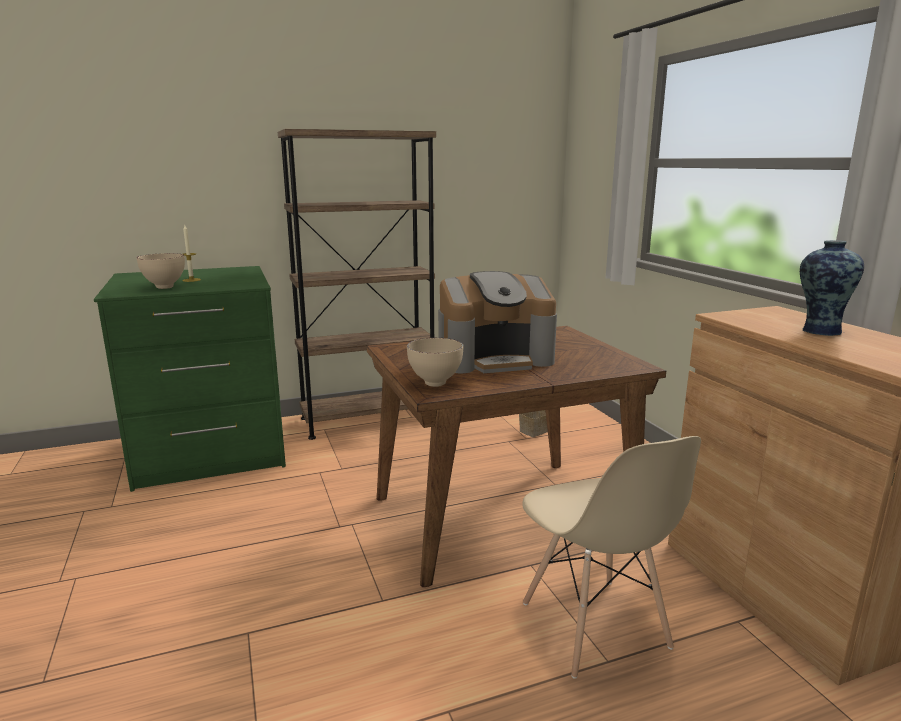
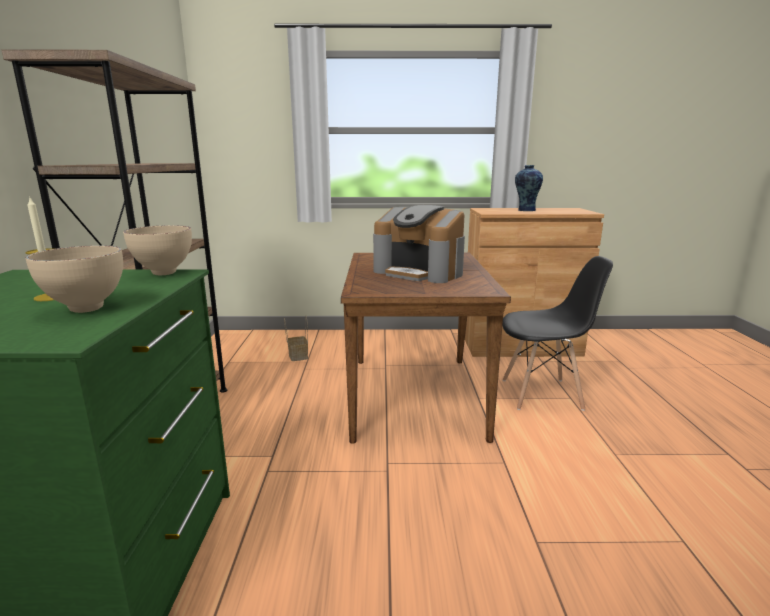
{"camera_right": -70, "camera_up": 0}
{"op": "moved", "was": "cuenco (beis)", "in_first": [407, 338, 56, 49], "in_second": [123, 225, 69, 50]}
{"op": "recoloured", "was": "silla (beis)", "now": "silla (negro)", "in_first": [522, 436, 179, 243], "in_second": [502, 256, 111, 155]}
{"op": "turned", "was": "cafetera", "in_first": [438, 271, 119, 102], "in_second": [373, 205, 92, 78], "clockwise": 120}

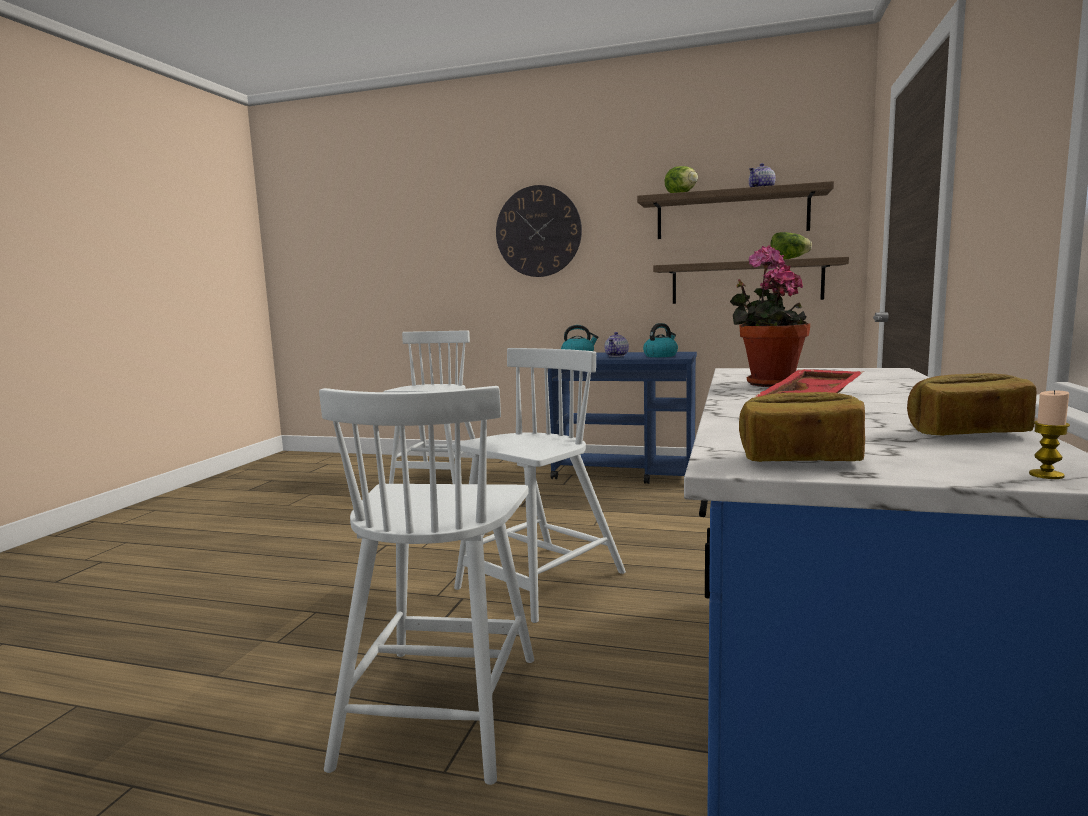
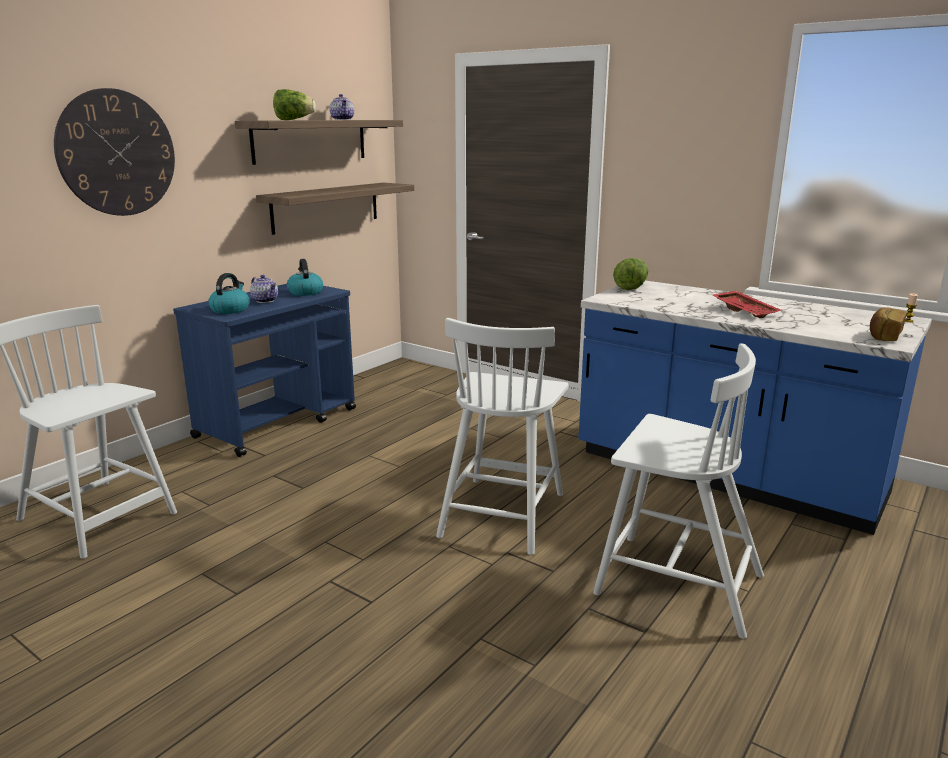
{"camera_right": -70, "camera_up": 10}
{"op": "removed", "was": "planta en maceta", "in_first": [730, 245, 80, 142]}
{"op": "removed", "was": "pan", "in_first": [907, 373, 129, 63]}
{"op": "moved", "was": "lechuga", "in_first": [770, 232, 42, 27], "in_second": [613, 258, 35, 32]}
{"op": "turned", "was": "silla (blanco)", "in_first": [452, 348, 174, 275], "in_second": [436, 318, 132, 237], "clockwise": -135}

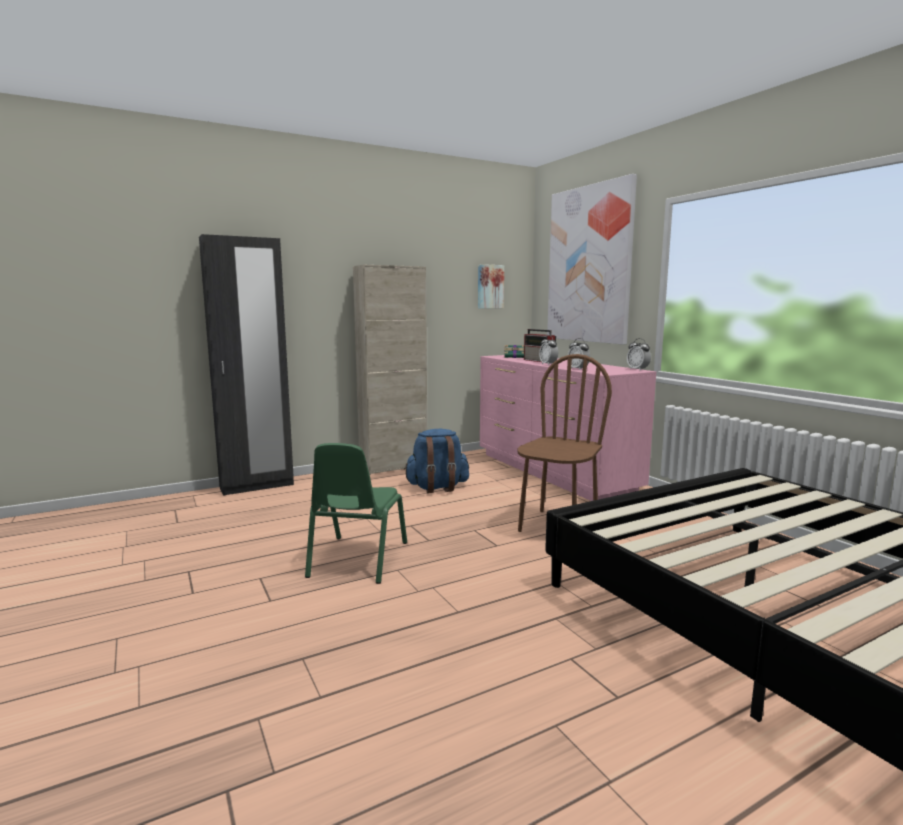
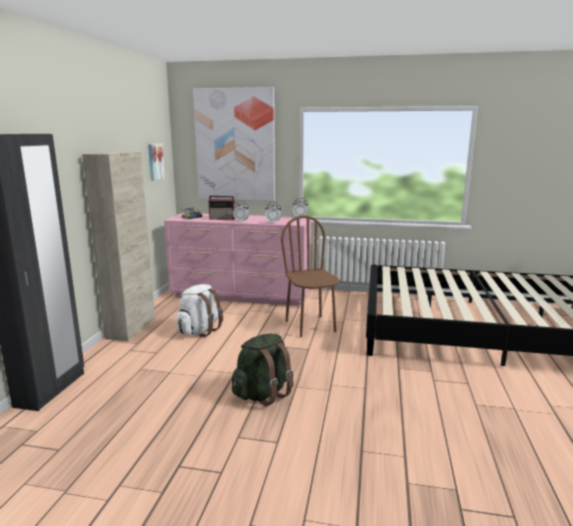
{"camera_right": -50, "camera_up": 5}
{"op": "replaced", "was": "silla (verde)", "now": "mochila (verde)", "in_first": [305, 443, 102, 141], "in_second": [232, 334, 62, 72]}
{"op": "recoloured", "was": "mochila (azul)", "now": "mochila (blanco)", "in_first": [404, 429, 65, 64], "in_second": [176, 284, 47, 53]}

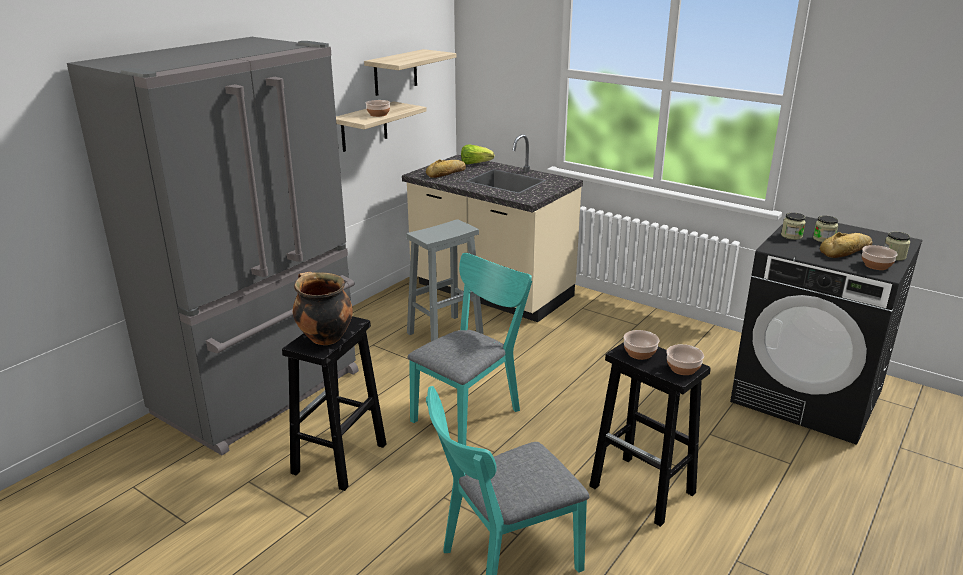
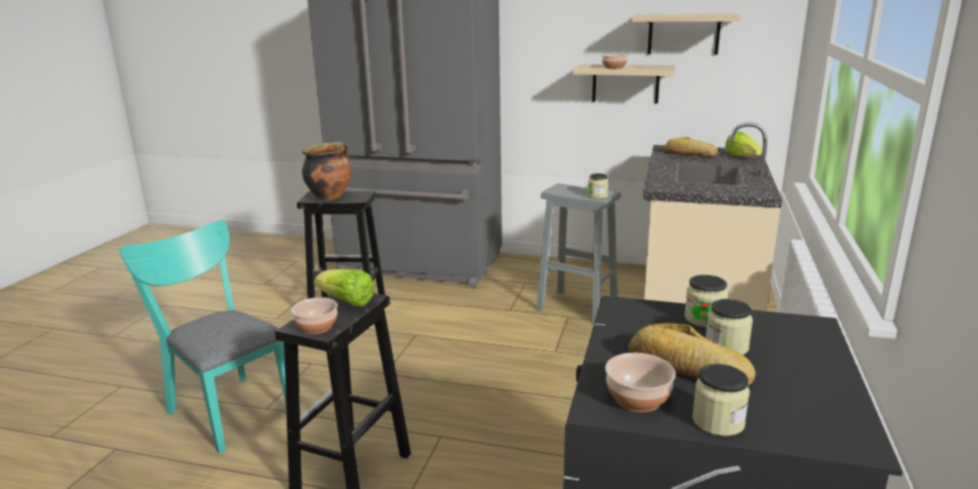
{"camera_right": 70, "camera_up": -5}
{"op": "removed", "was": "silla (turquesa)", "in_first": [407, 253, 125, 192]}
{"op": "added", "now": "tarro", "in_second": [588, 173, 21, 26]}
{"op": "replaced", "was": "cuenco", "now": "lechuga", "in_first": [623, 330, 36, 30], "in_second": [314, 269, 60, 38]}

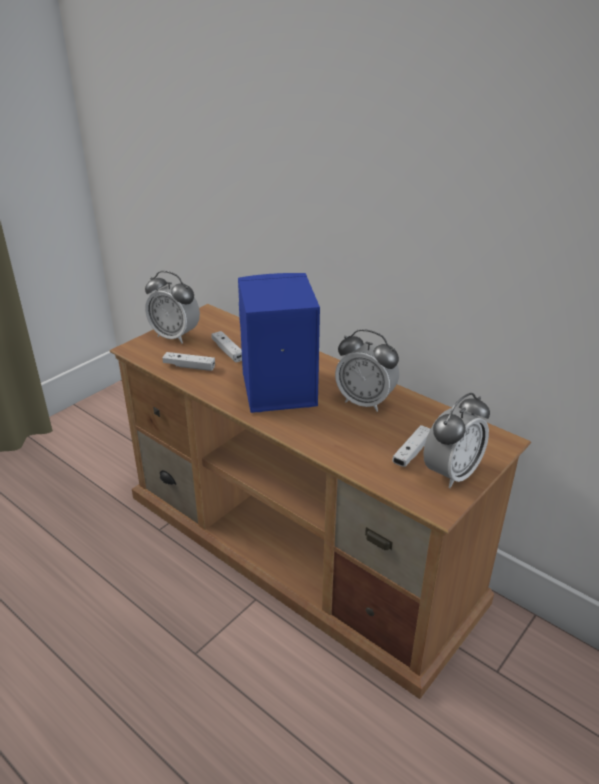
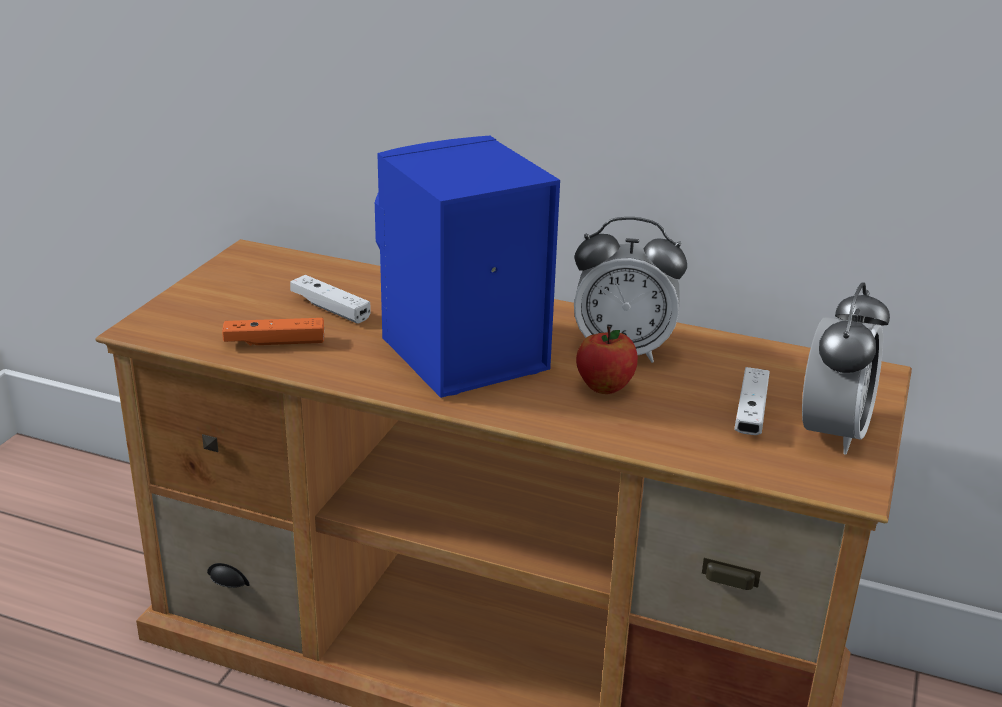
{"camera_right": -20, "camera_up": -5}
{"op": "removed", "was": "despertador", "in_first": [145, 271, 55, 73]}
{"op": "added", "now": "manzana", "in_second": [576, 326, 62, 68]}
{"op": "recoloured", "was": "mando de consola (blanco)", "now": "mando de consola (naranja)", "in_first": [163, 352, 52, 19], "in_second": [222, 318, 102, 28]}

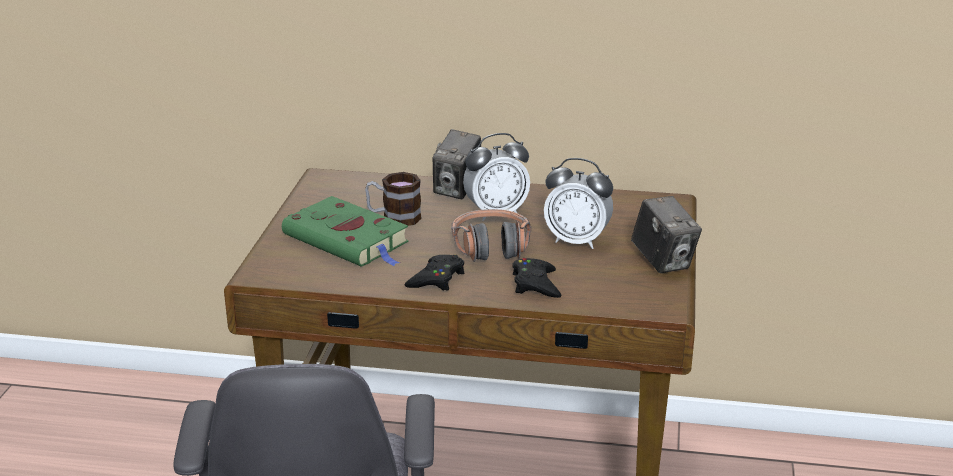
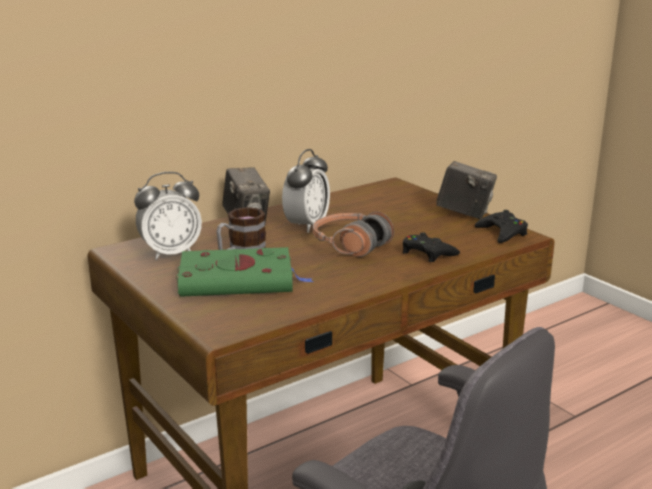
{"camera_right": -45, "camera_up": -5}
{"op": "moved", "was": "mando de consola (negro)", "in_first": [405, 255, 59, 36], "in_second": [475, 210, 53, 33]}
{"op": "moved", "was": "despertador", "in_first": [544, 158, 69, 91], "in_second": [134, 172, 68, 88]}

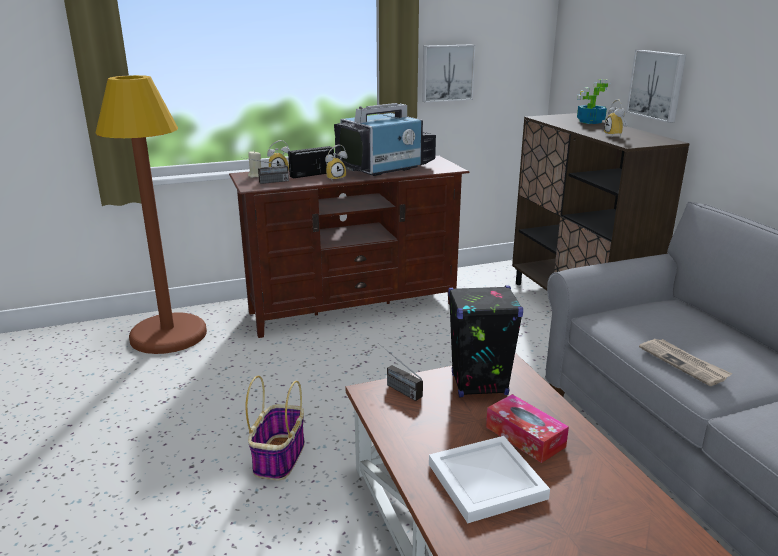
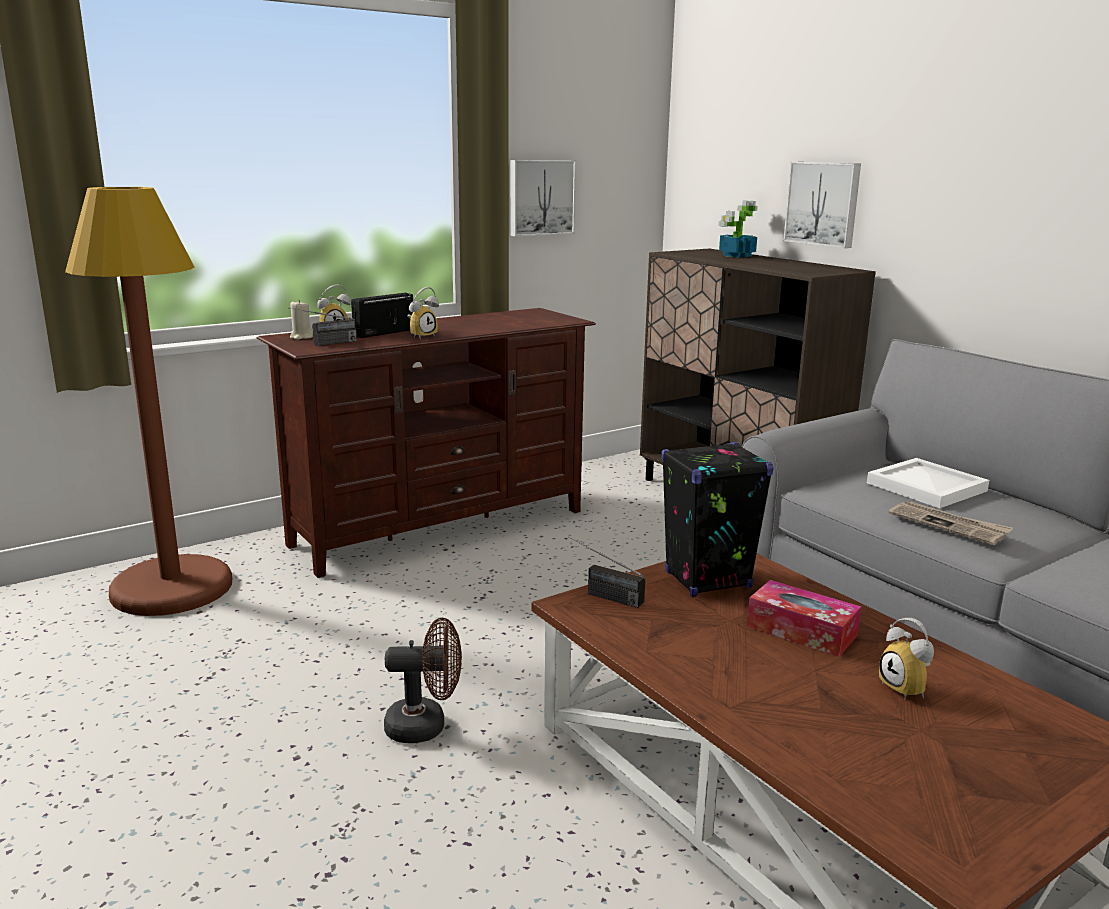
{"camera_right": -15, "camera_up": -5}
{"op": "removed", "was": "televisor", "in_first": [334, 103, 102, 73]}
{"op": "moved", "was": "bandeja (blanco)", "in_first": [429, 436, 121, 87], "in_second": [867, 458, 122, 50]}
{"op": "moved", "was": "despertador", "in_first": [604, 99, 24, 39], "in_second": [879, 618, 55, 82]}
{"op": "replaced", "was": "cesta", "now": "ventilador (marrón)", "in_first": [245, 376, 60, 104], "in_second": [384, 618, 78, 125]}

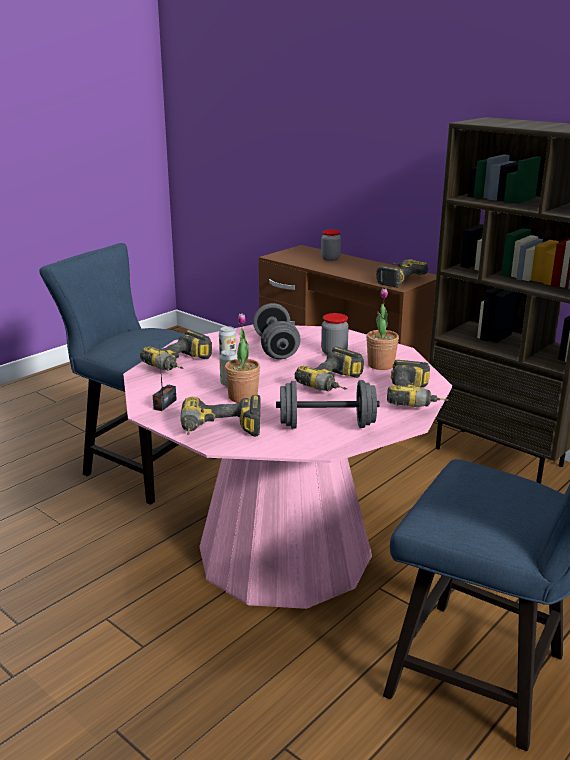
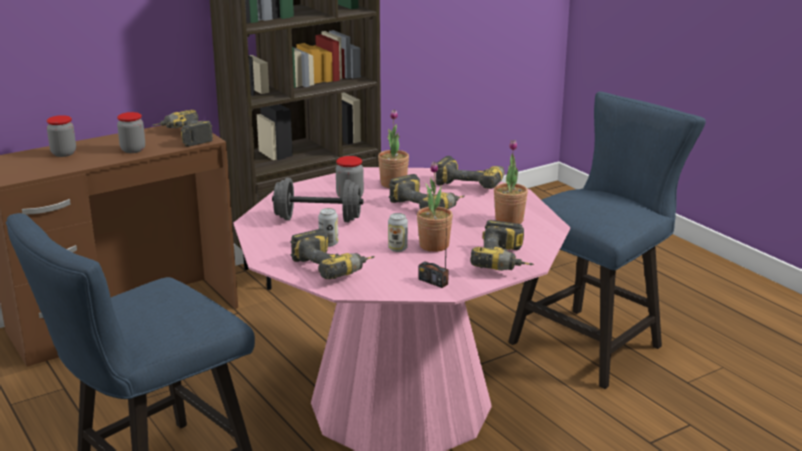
{"camera_right": -75, "camera_up": 0}
{"op": "added", "now": "tarro", "in_second": [117, 112, 28, 41]}
{"op": "replaced", "was": "mancuerna (gris)", "now": "planta en maceta", "in_first": [276, 380, 103, 49], "in_second": [494, 140, 34, 84]}

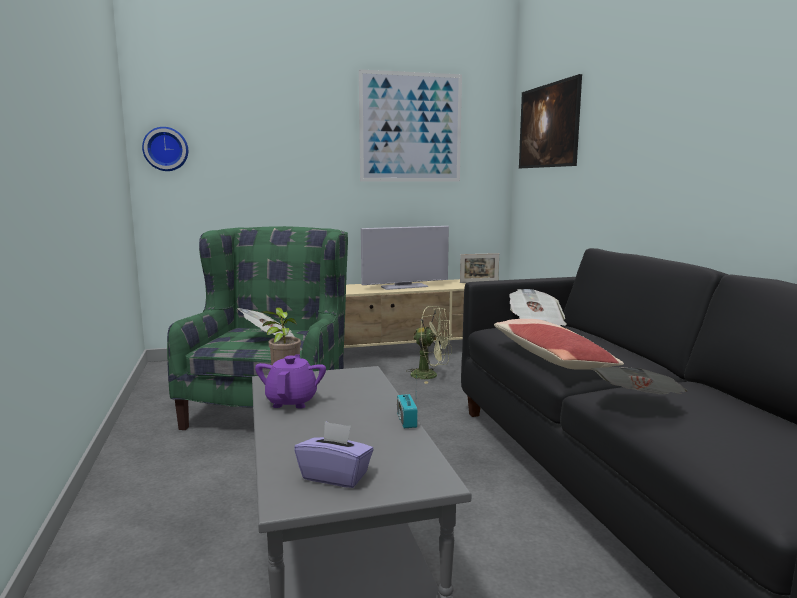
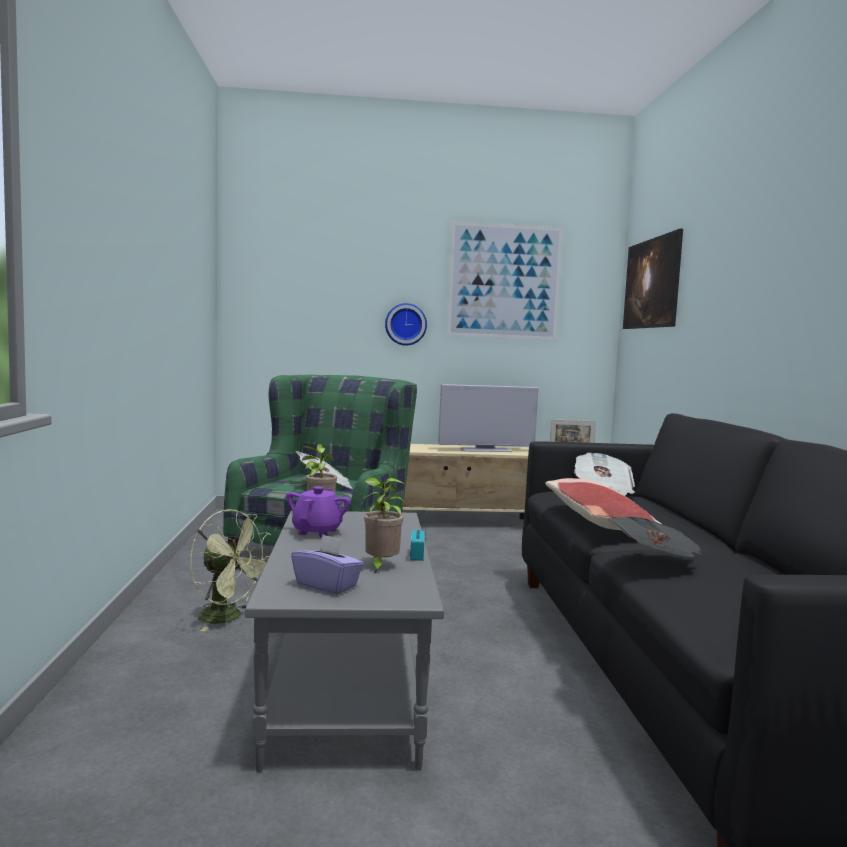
{"camera_right": 10, "camera_up": -5}
{"op": "added", "now": "planta en maceta", "in_second": [364, 478, 41, 95]}
{"op": "moved", "was": "reloj de pared", "in_first": [142, 127, 46, 44], "in_second": [385, 303, 42, 43]}
{"op": "moved", "was": "ventilador (verde)", "in_first": [406, 306, 46, 78], "in_second": [190, 509, 81, 122]}

